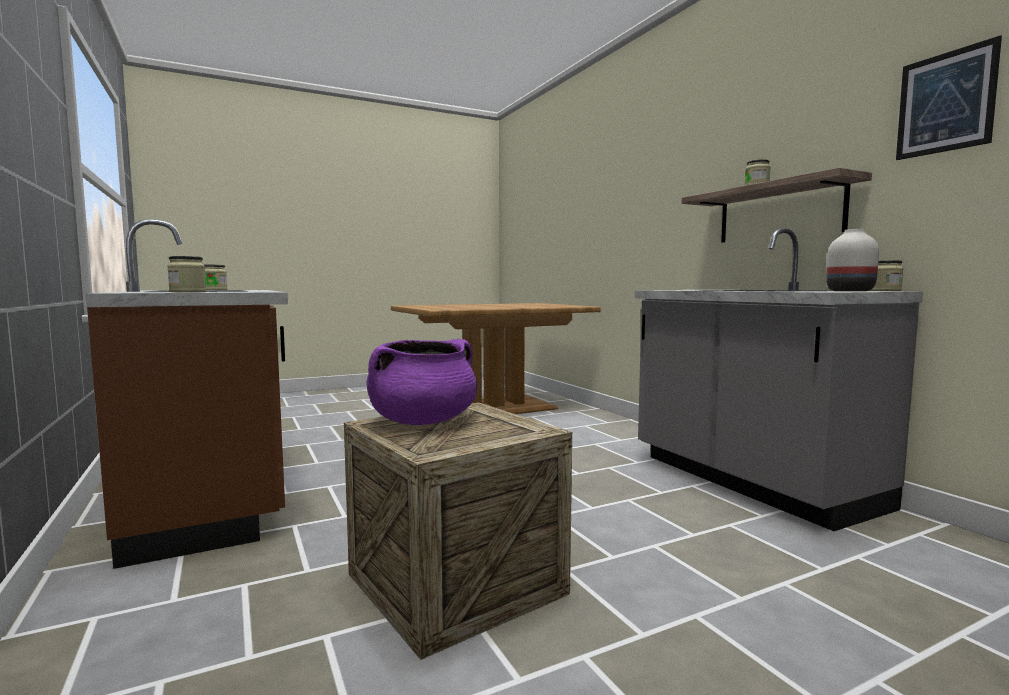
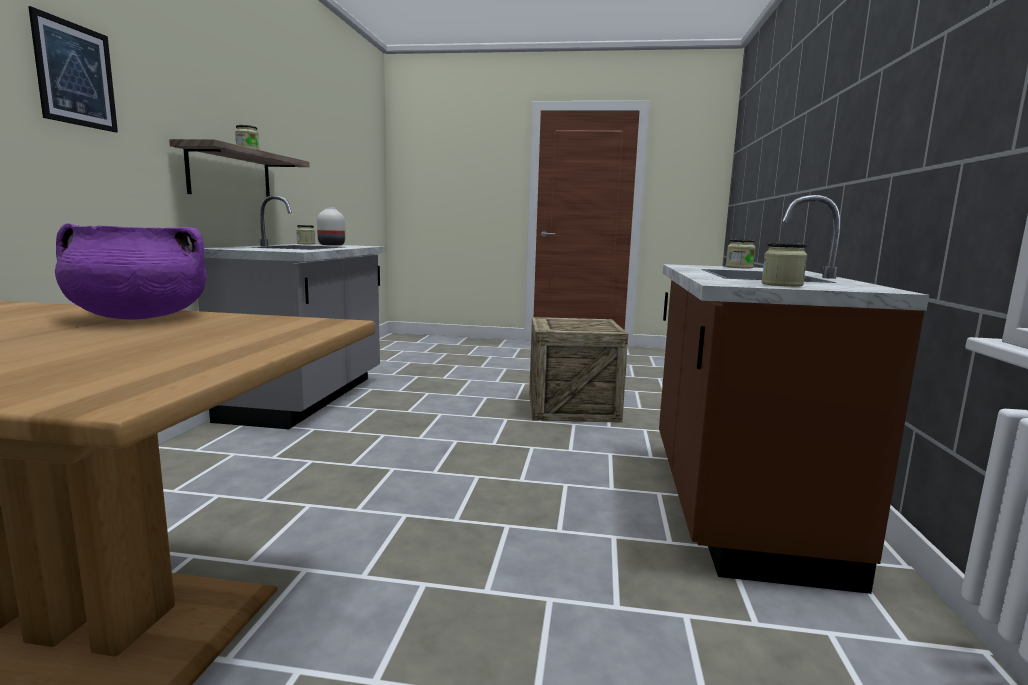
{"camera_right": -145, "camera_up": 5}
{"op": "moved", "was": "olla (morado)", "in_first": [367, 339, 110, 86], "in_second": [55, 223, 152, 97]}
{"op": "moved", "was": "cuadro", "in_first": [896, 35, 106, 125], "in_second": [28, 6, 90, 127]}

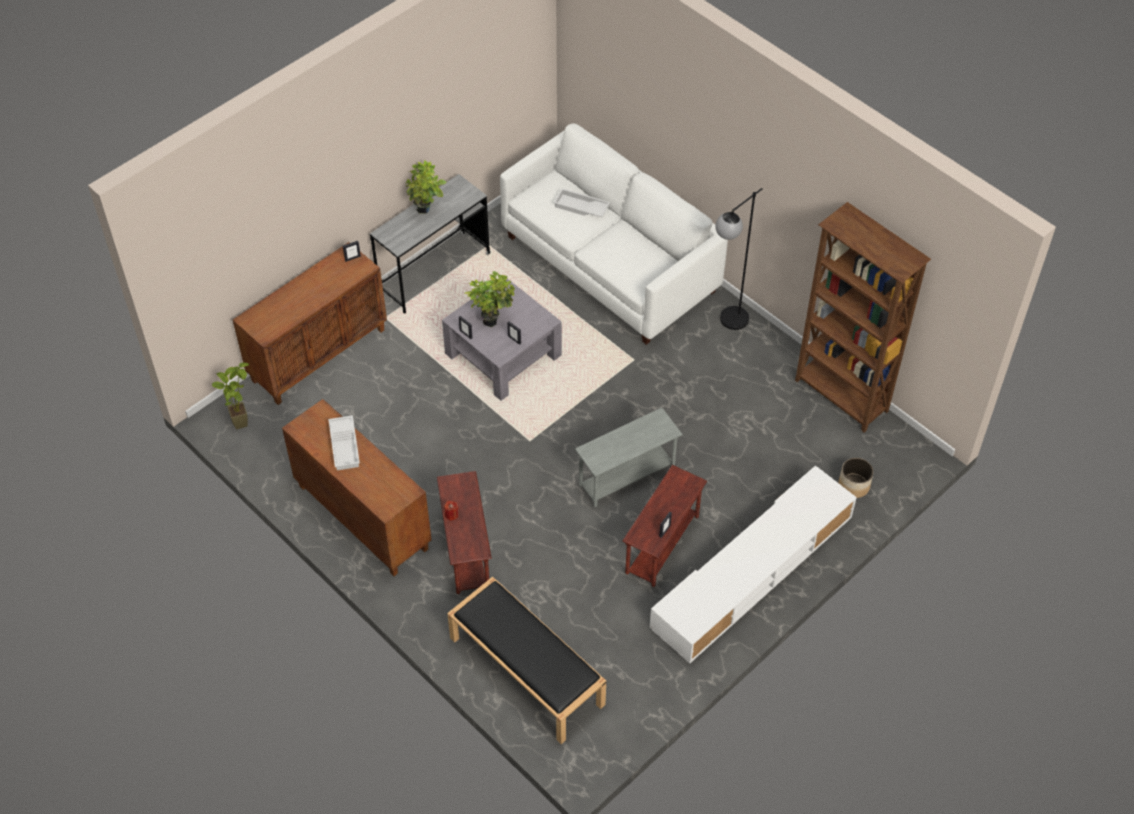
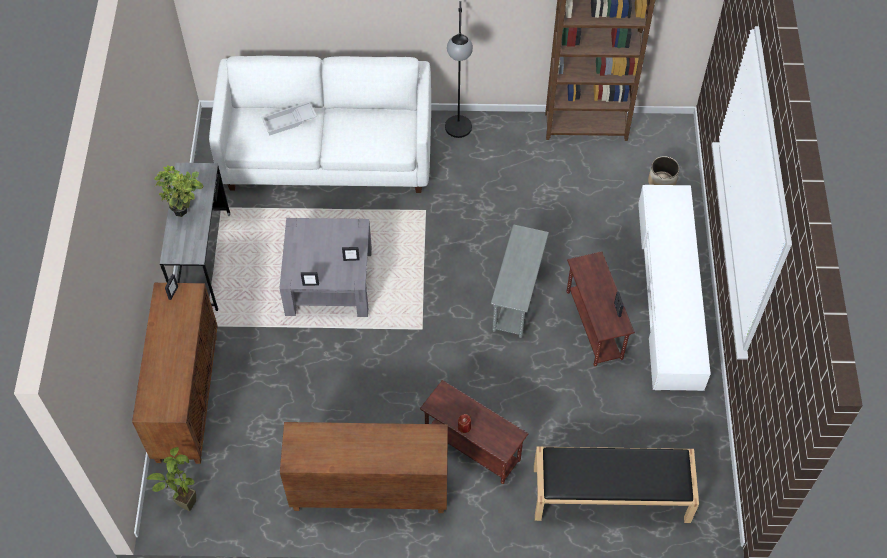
{"camera_right": -45, "camera_up": 5}
{"op": "removed", "was": "bandeja (blanco)", "in_first": [328, 415, 32, 55]}
{"op": "removed", "was": "planta en maceta", "in_first": [464, 271, 51, 56]}

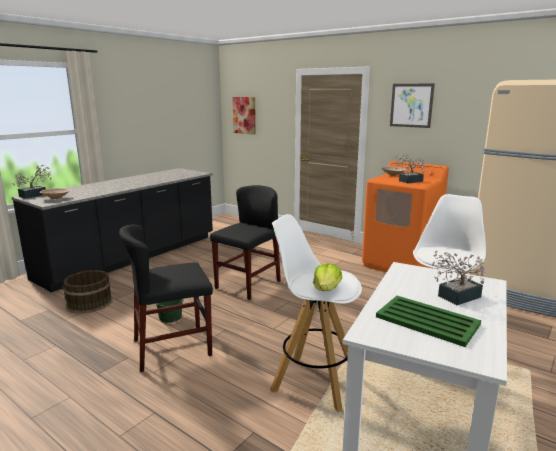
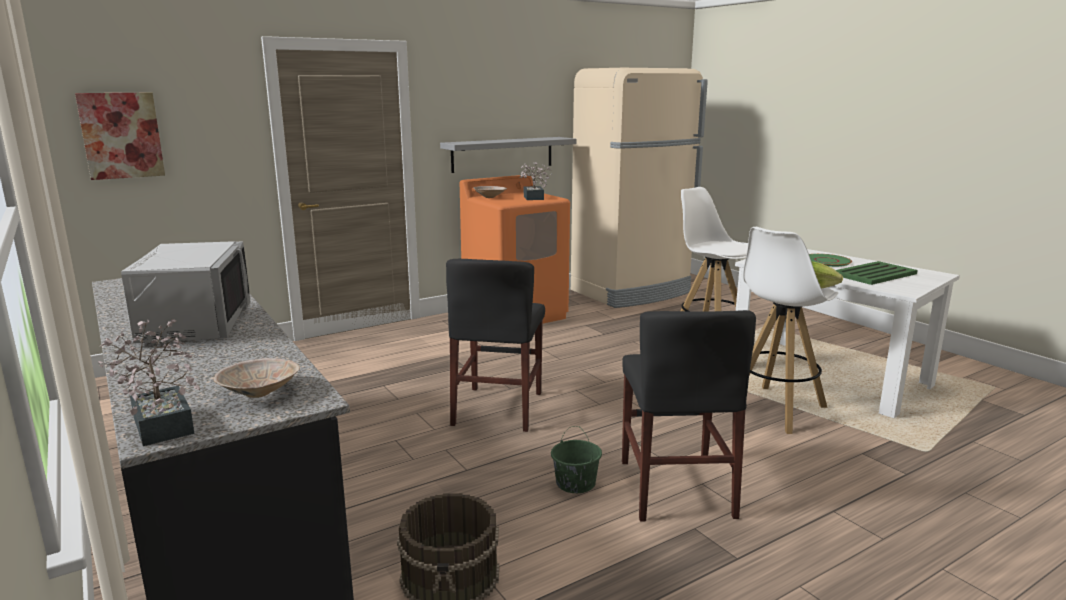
{"camera_right": -70, "camera_up": 0}
{"op": "removed", "was": "cuadro", "in_first": [390, 83, 45, 45]}
{"op": "added", "now": "microondas (gris)", "in_second": [121, 241, 129, 103]}
{"op": "added", "now": "estante (gris)", "in_second": [440, 137, 137, 36]}
{"op": "replaced", "was": "planta en maceta", "now": "plato (verde)", "in_first": [431, 251, 55, 54], "in_second": [809, 254, 43, 13]}
{"op": "turned", "was": "silla (negro)", "in_first": [210, 185, 71, 115], "in_second": [446, 259, 99, 173], "clockwise": -135}

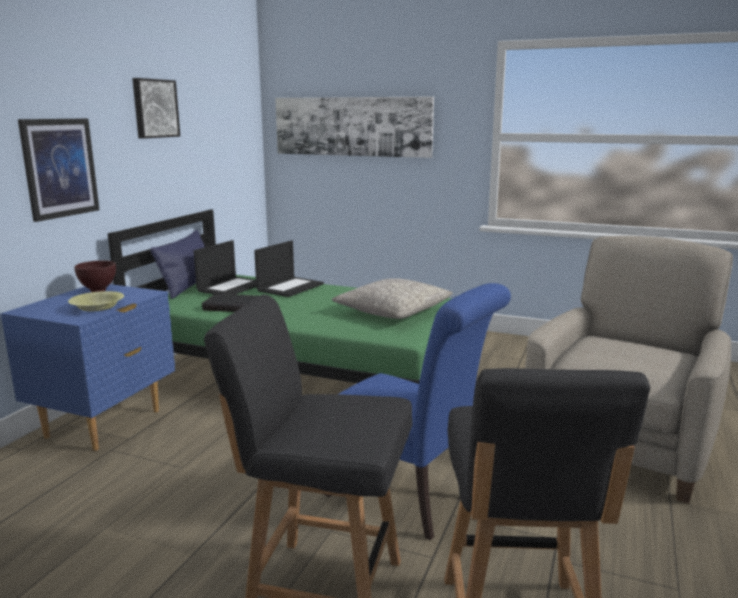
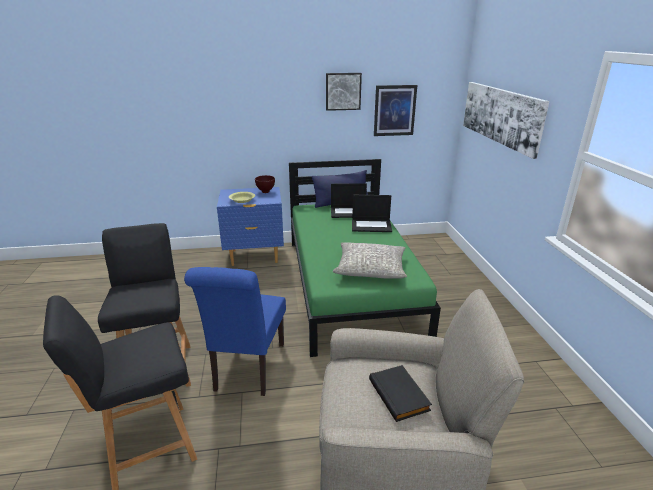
{"camera_right": 60, "camera_up": 10}
{"op": "moved", "was": "cuadro", "in_first": [18, 119, 81, 103], "in_second": [374, 85, 43, 51]}
{"op": "moved", "was": "libro (negro)", "in_first": [202, 293, 56, 19], "in_second": [369, 365, 63, 57]}

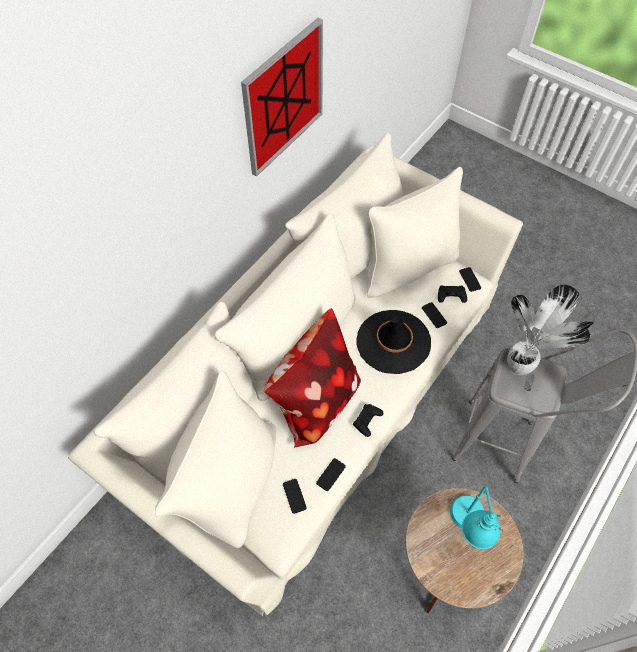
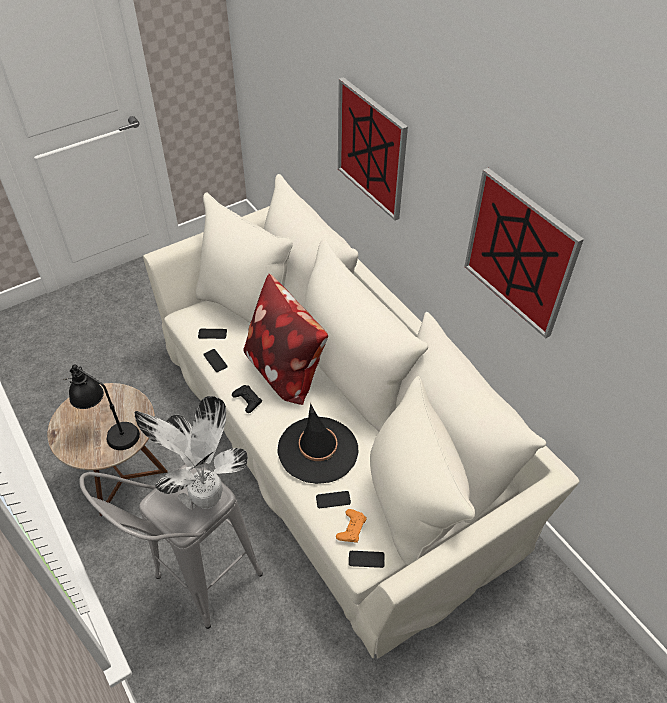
{"camera_right": 110, "camera_up": -10}
{"op": "added", "now": "cuadro", "in_second": [338, 77, 70, 143]}
{"op": "recoloured", "was": "mando de consola (negro)", "now": "mando de consola (naranja)", "in_first": [438, 285, 29, 18], "in_second": [336, 509, 31, 34]}
{"op": "recoloured", "was": "lámpara de mesa (turquesa)", "now": "lámpara de mesa (negro)", "in_first": [450, 485, 53, 64], "in_second": [63, 365, 77, 85]}

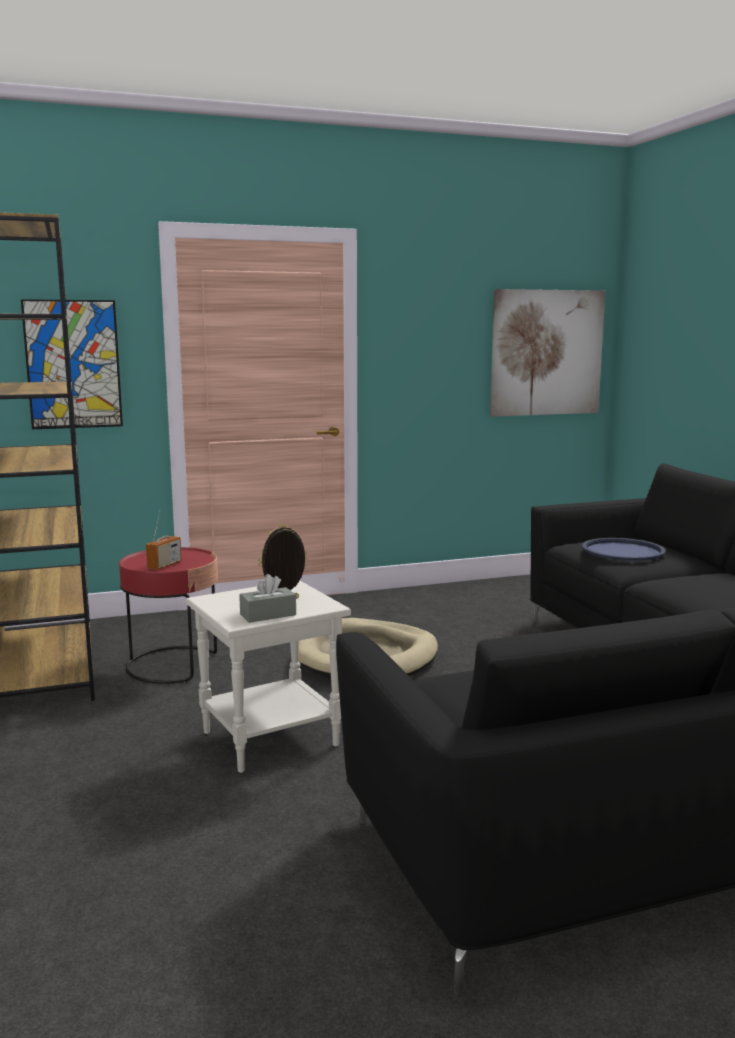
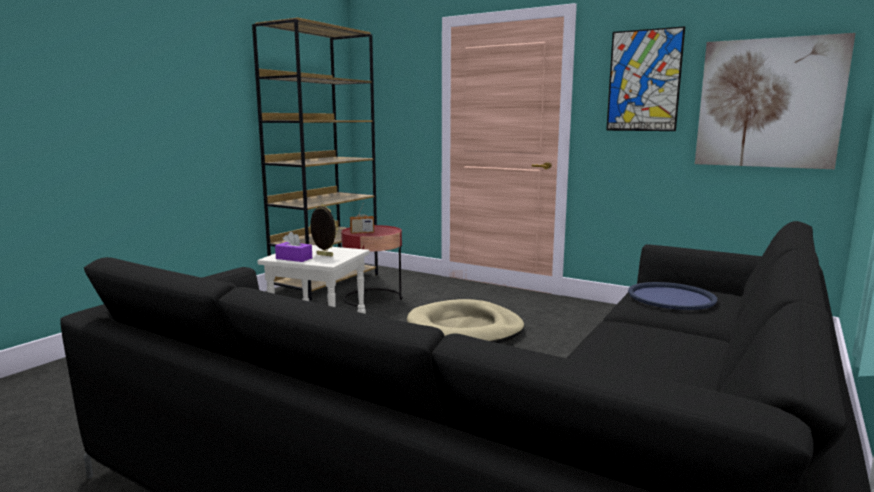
{"camera_right": 50, "camera_up": 0}
{"op": "moved", "was": "cuadro", "in_first": [21, 299, 102, 130], "in_second": [606, 26, 79, 105]}
{"op": "recoloured", "was": "caja de pañuelos (gris)", "now": "caja de pañuelos (morado)", "in_first": [239, 574, 57, 49], "in_second": [275, 232, 37, 30]}

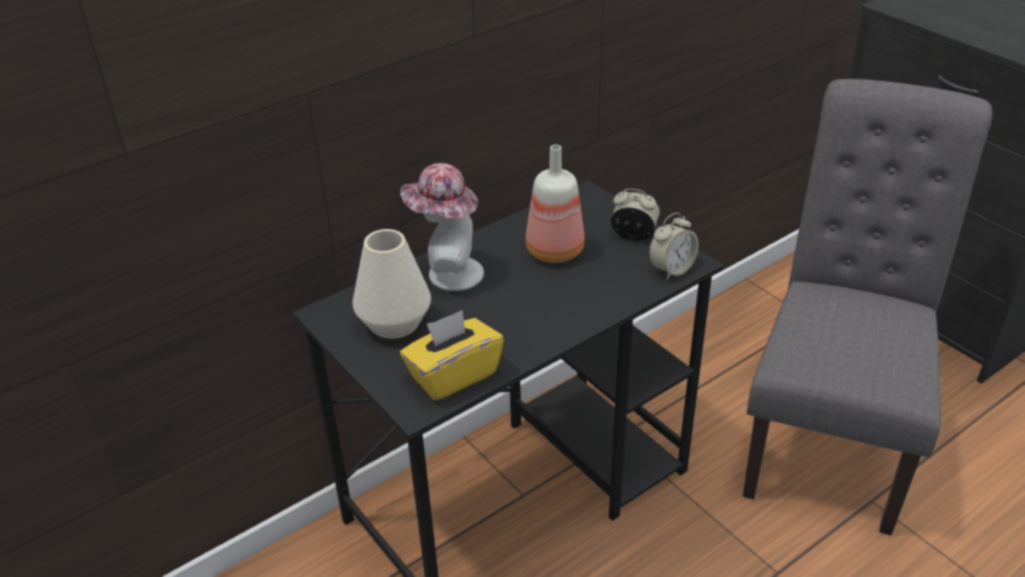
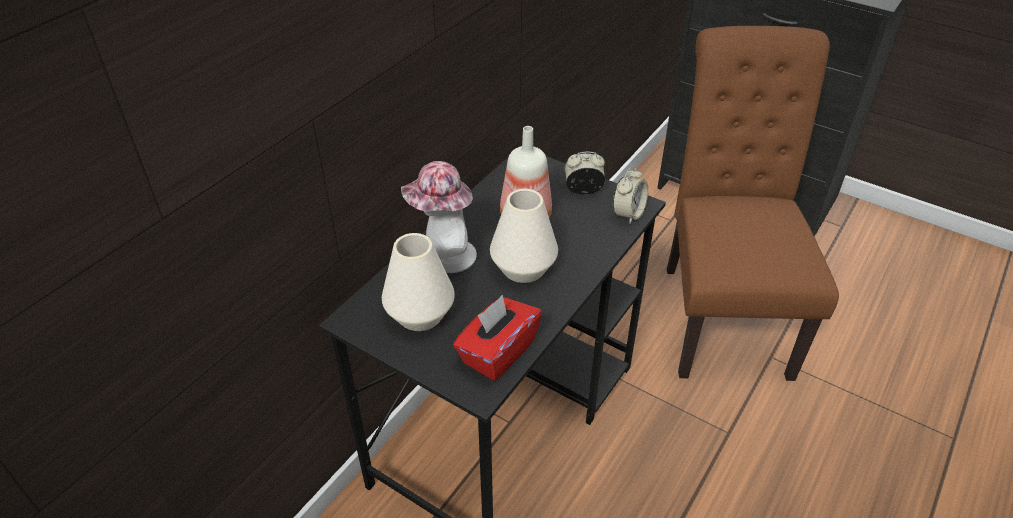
{"camera_right": -20, "camera_up": 5}
{"op": "added", "now": "florero (blanco)", "in_second": [490, 189, 68, 94]}
{"op": "recoloured", "was": "caja de pañuelos (amarillo)", "now": "caja de pañuelos (rojo)", "in_first": [400, 310, 104, 91], "in_second": [453, 295, 89, 86]}
{"op": "recoloured", "was": "silla (gris)", "now": "silla (marrón)", "in_first": [743, 79, 249, 456], "in_second": [667, 26, 172, 355]}

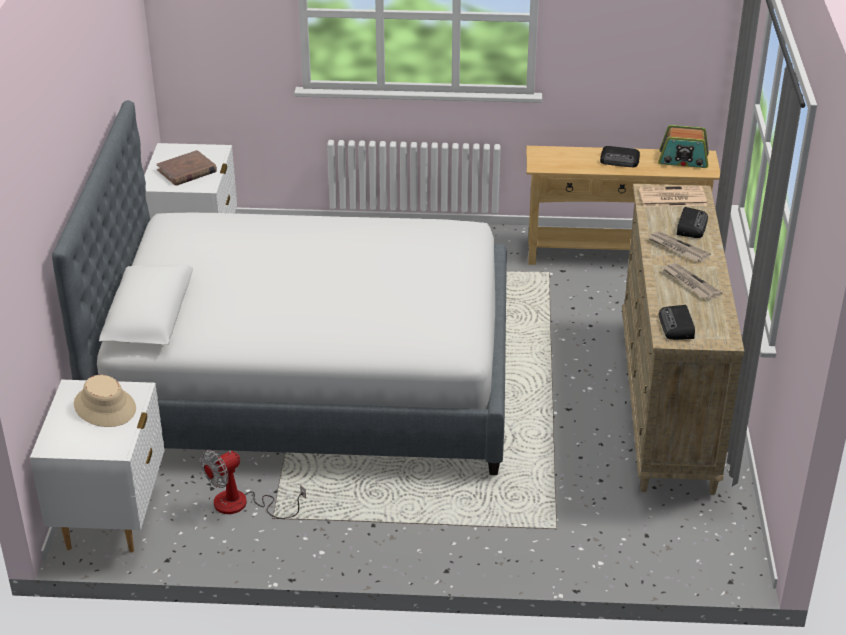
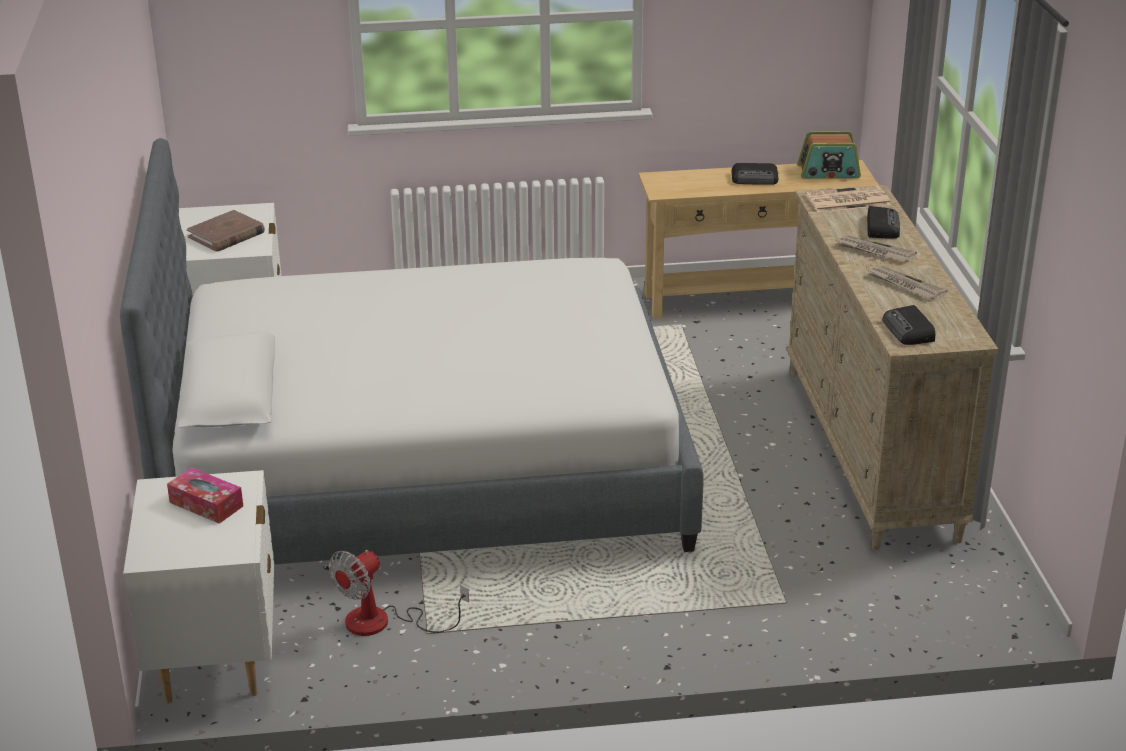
{"camera_right": -10, "camera_up": -5}
{"op": "replaced", "was": "sombrero (beis)", "now": "caja de pañuelos", "in_first": [74, 375, 62, 52], "in_second": [167, 467, 76, 57]}

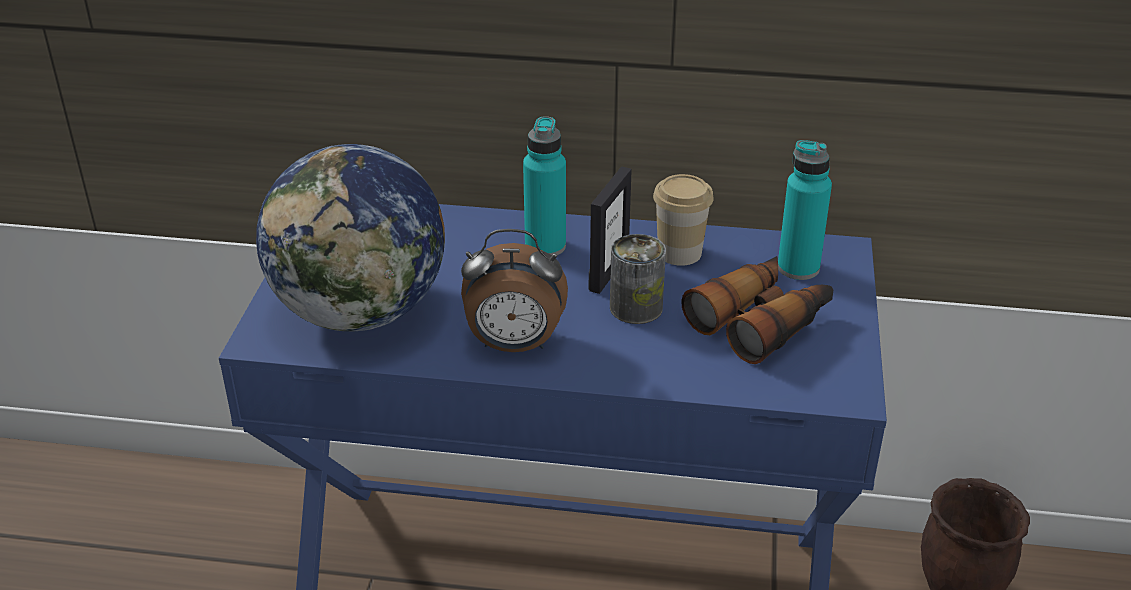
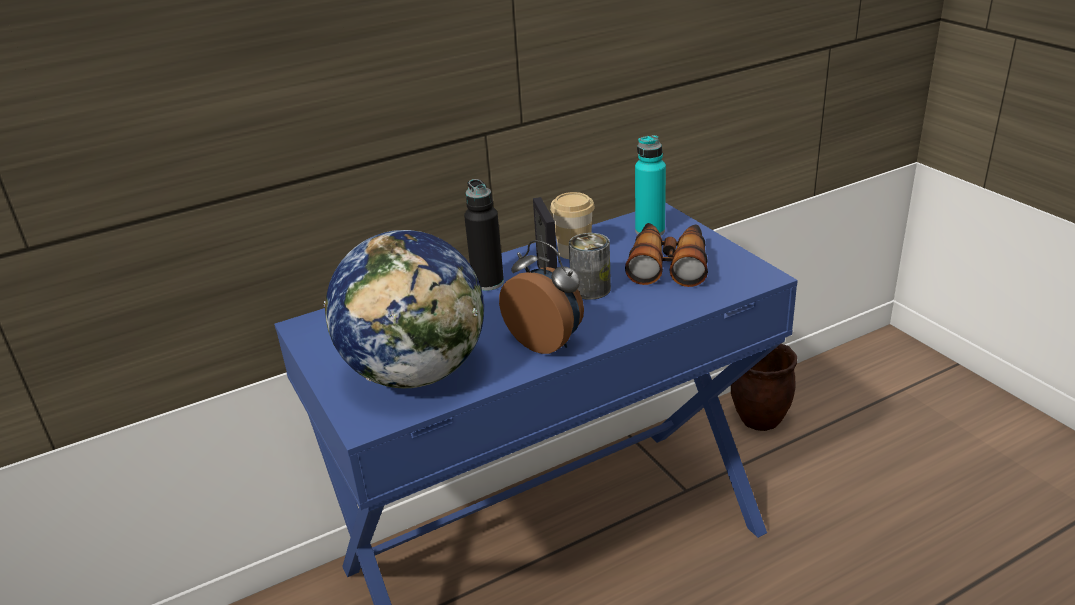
{"camera_right": -35, "camera_up": -5}
{"op": "recoloured", "was": "botella (turquesa)", "now": "botella (negro)", "in_first": [523, 116, 43, 139], "in_second": [464, 179, 40, 112]}
{"op": "turned", "was": "despertador", "in_first": [461, 229, 107, 123], "in_second": [499, 240, 85, 114], "clockwise": -105}

